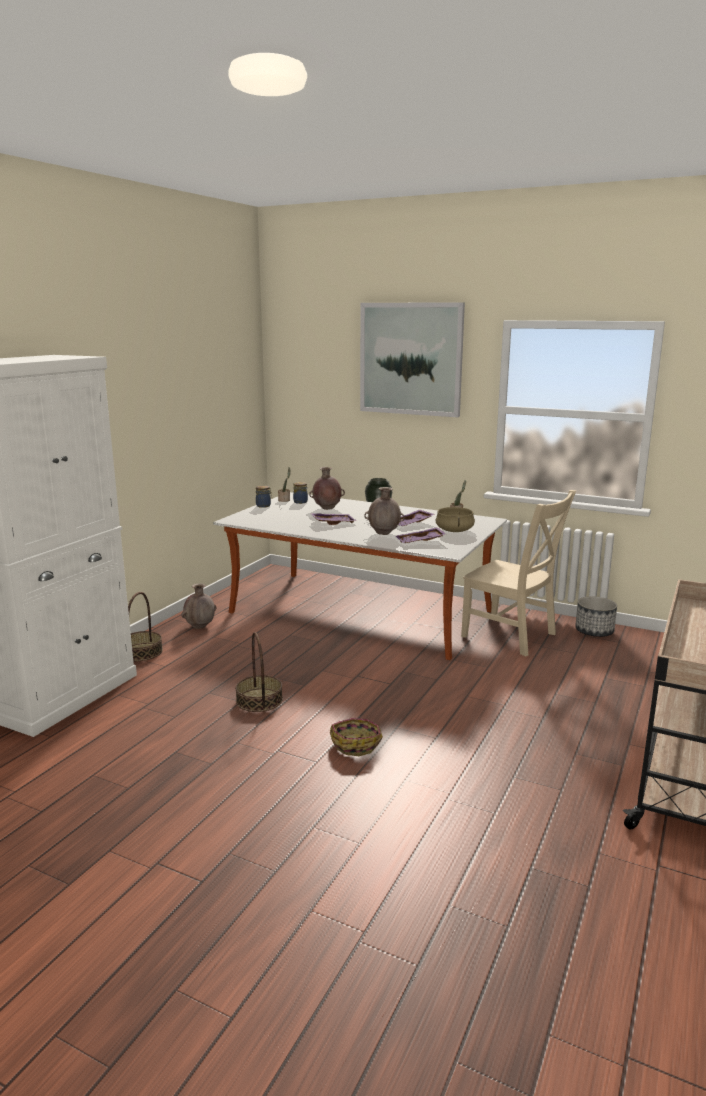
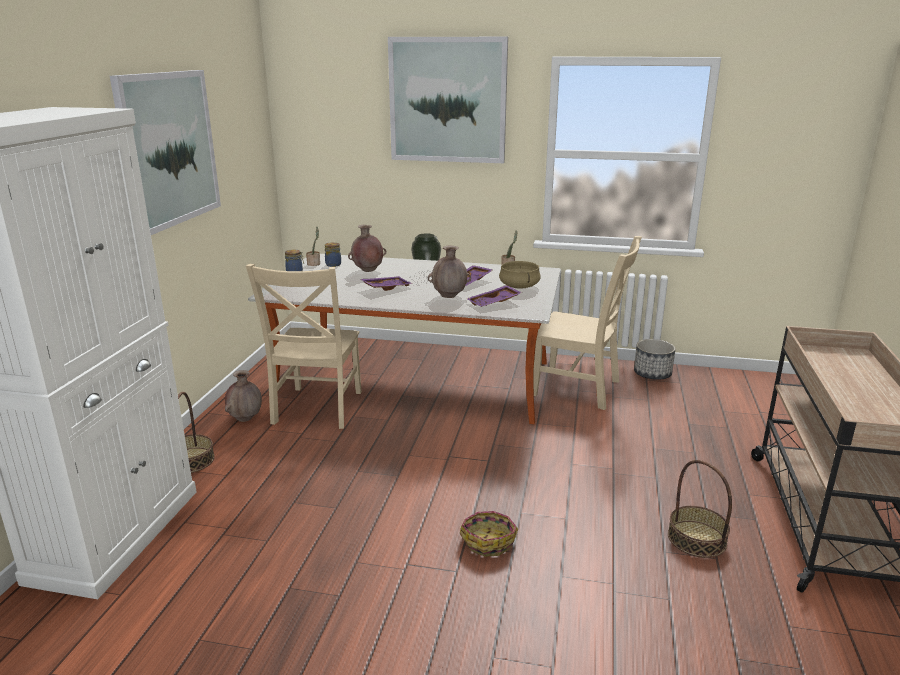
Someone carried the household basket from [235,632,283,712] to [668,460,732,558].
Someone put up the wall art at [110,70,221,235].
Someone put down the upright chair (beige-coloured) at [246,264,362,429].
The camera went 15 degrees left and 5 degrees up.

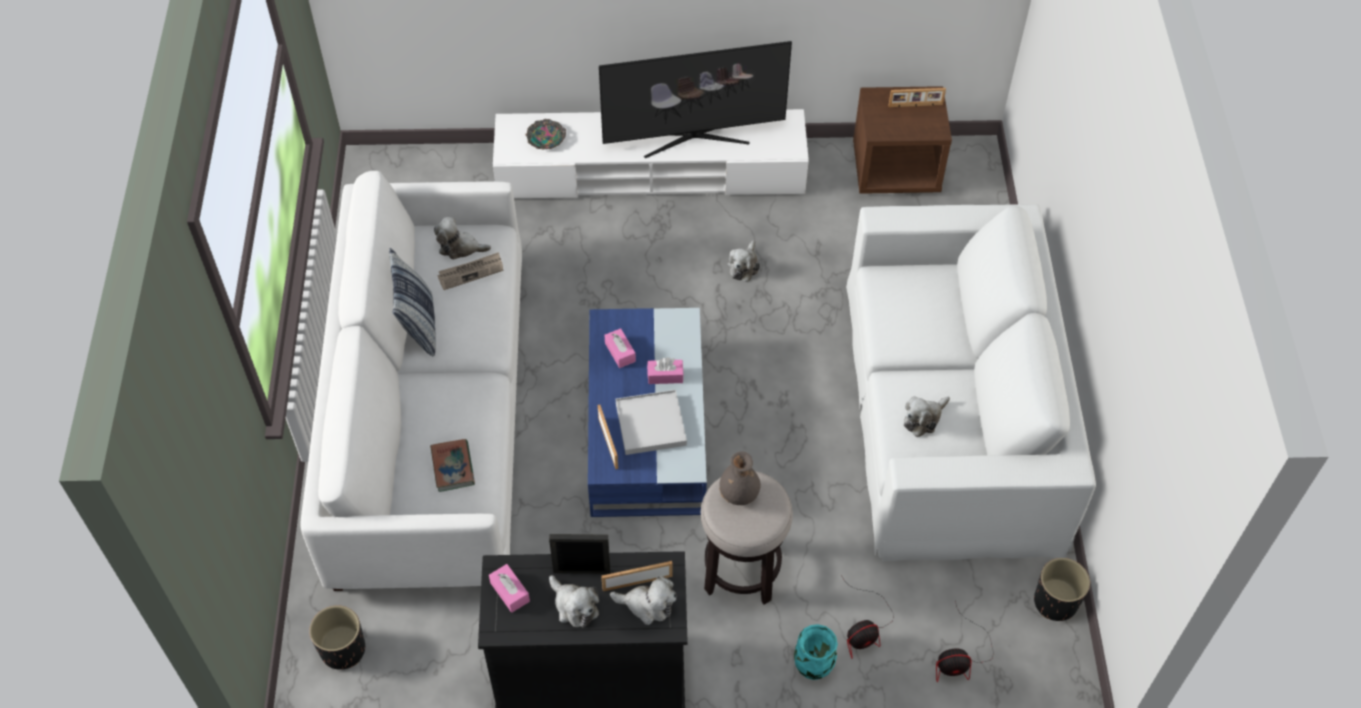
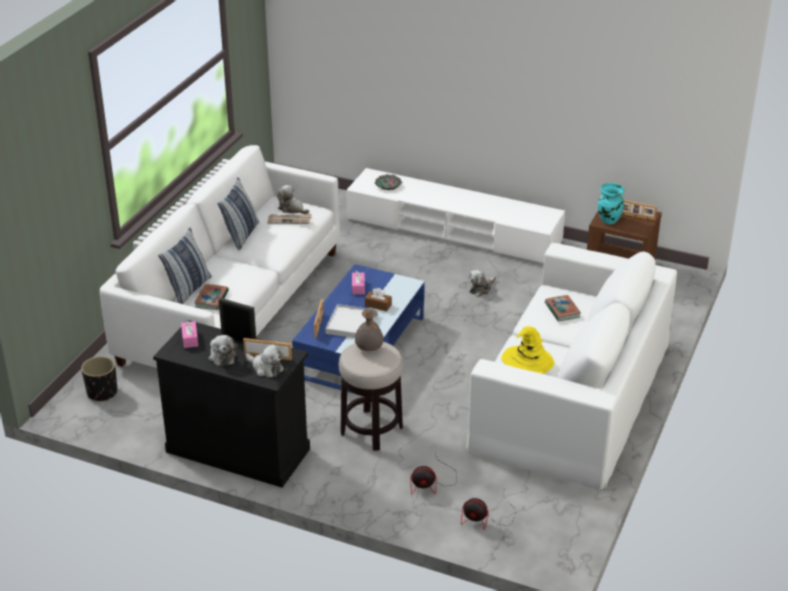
Someone took away the TV set at [599,41,792,158].
Someone repainted the tissue box (pink-coloured) at [647,357,684,384], which became the tissue box (brownish) at [365,288,392,311].
Someone swapped the plush toy at [904,396,950,437] for the hat (yellowish) at [501,326,555,374].
Someone took away the planter (black) at [1034,558,1090,621].
Someone carried the vase (blue-green) from [794,624,838,680] to [598,183,625,224].
Someone put down the throw pillow at [158,227,212,304].
Someone put down the book at [545,295,581,322].
The camera went 25 degrees right and 20 degrees down.

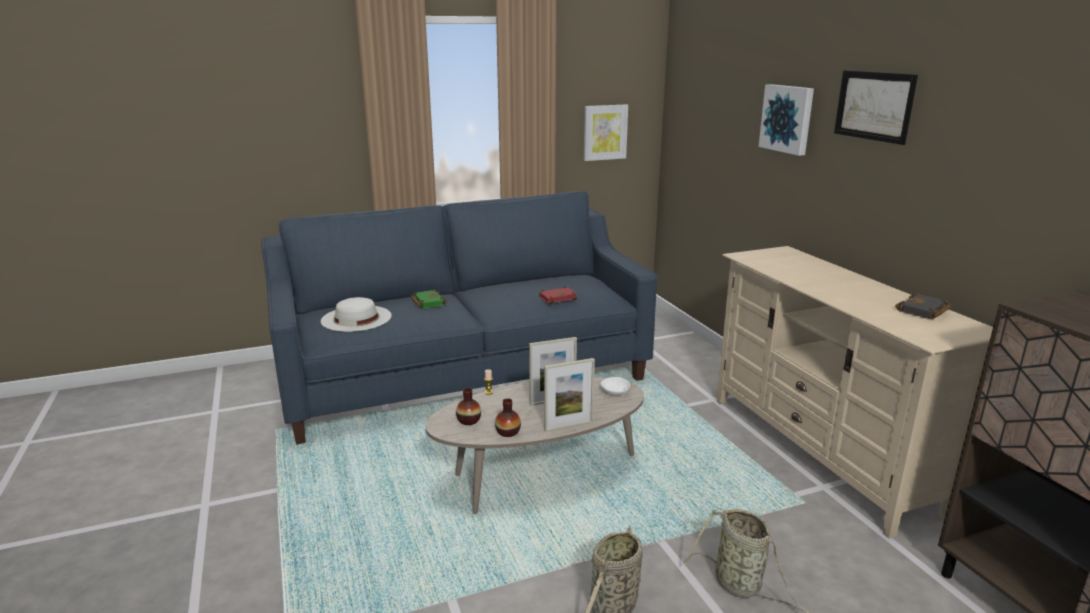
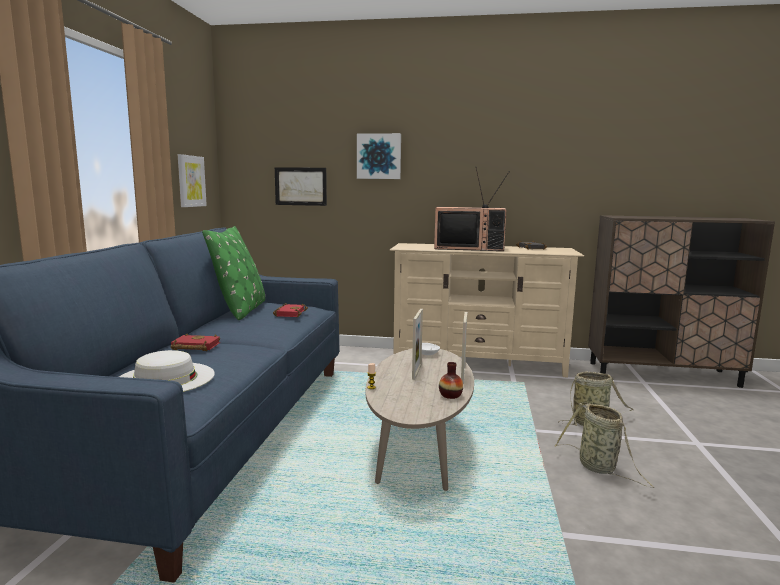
Someone carried the wall art from [834,70,918,145] to [275,167,327,206].
Someone repainted the book (green-coloured) at [410,289,447,309], which became the book (red-coloured) at [170,333,220,351].
Someone took away the vase at [456,388,481,425].
Someone put down the TV set at [434,168,509,251].
Someone put down the throw pillow (green-coloured) at [202,226,265,320].
The camera went 60 degrees left and 10 degrees down.

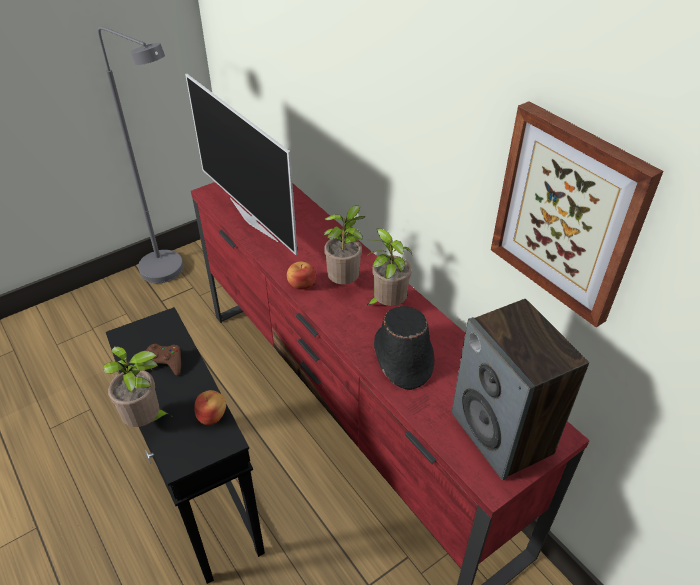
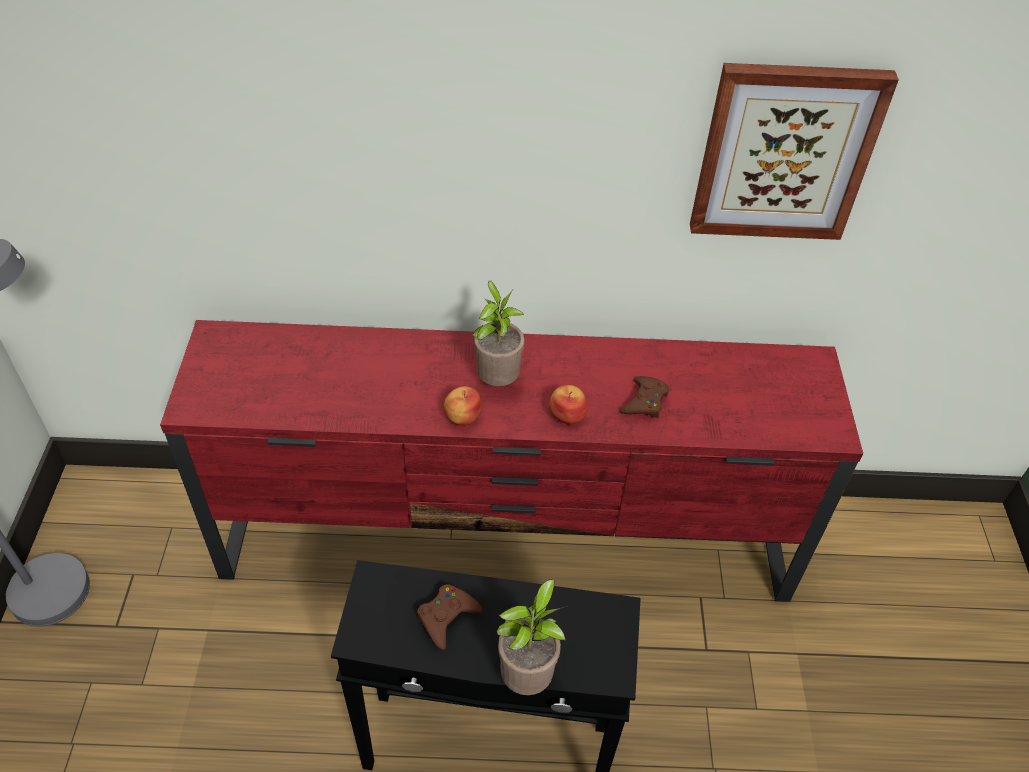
Someone took away the TV set at [185,74,298,255].
Someone took away the houseplant at [367,228,412,306].
Someone took away the audio speaker at [452,299,589,480].
Someone swapped the hat (black) at [374,306,435,390] for the gamepad (brownish) at [619,376,669,418].
Someone carried the whole apple from [194,390,226,425] to [549,385,588,425].
The camera went 55 degrees left and 5 degrees up.

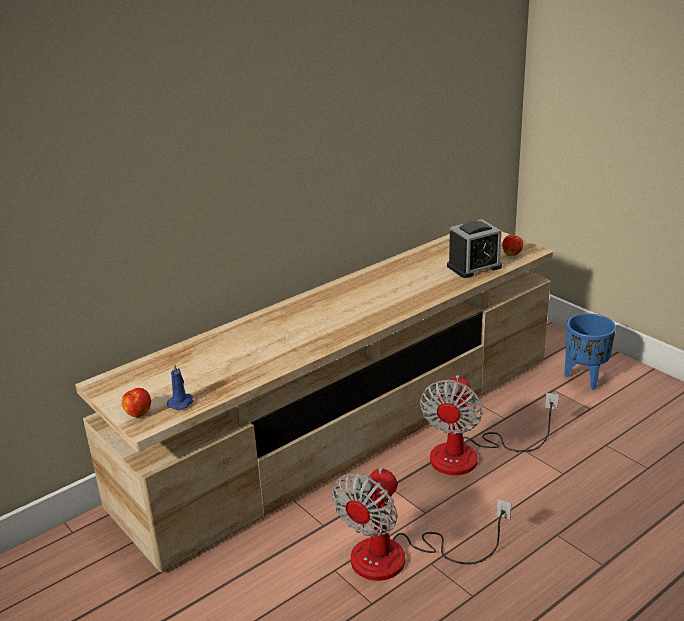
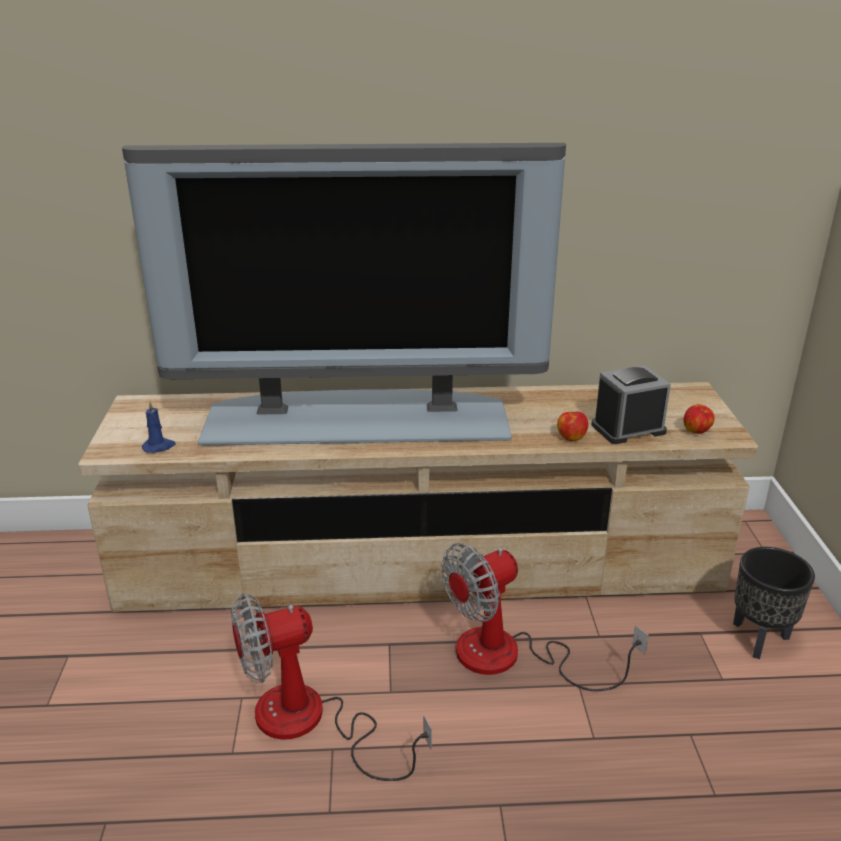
Someone rotated the bedside clock at [447,219,502,278] by 150 degrees clockwise.
Someone repainted the planter (bluish) at [564,313,616,390], which became the planter (black) at [733,547,815,659].
Someone carried the whole apple from [121,388,151,417] to [557,411,588,441].
Someone put down the TV set at [122,143,566,446].
The camera went 35 degrees right and 0 degrees up.

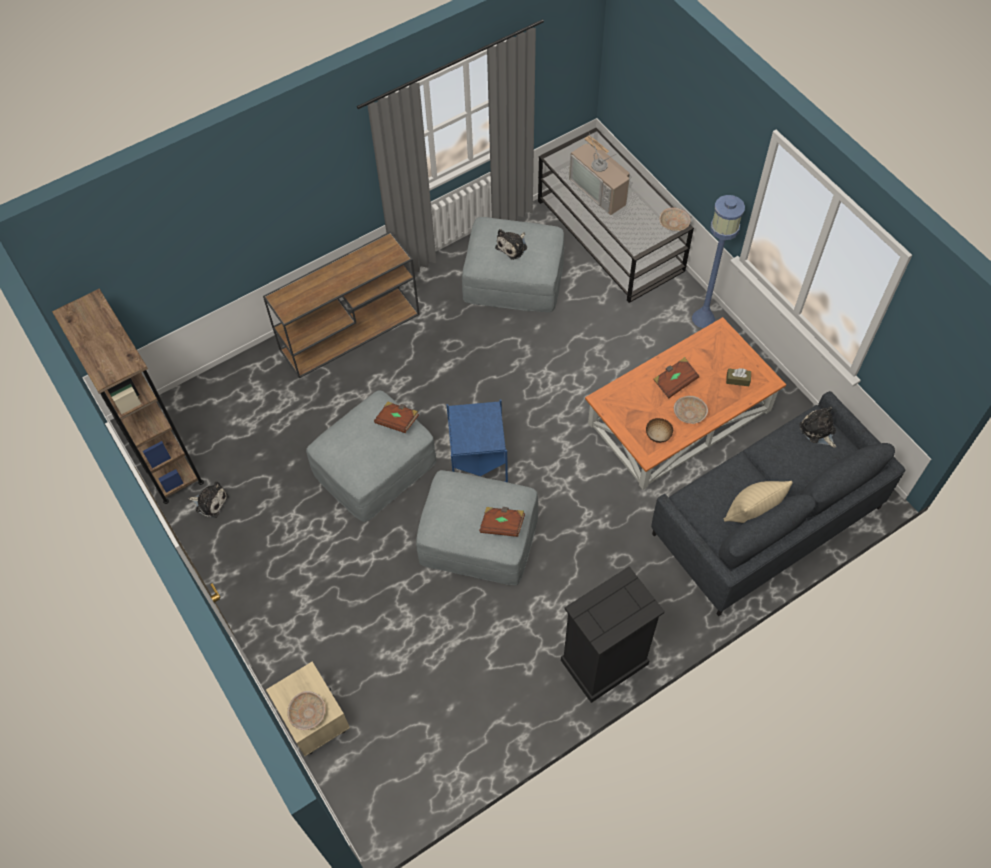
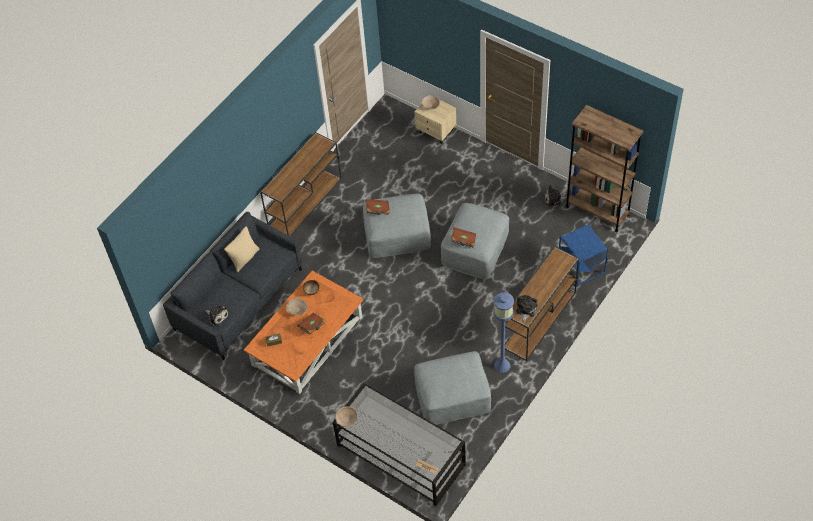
Someone took away the TV set at [569,130,630,215].
Someone carried the floor lamp (bluish) from [692,195,745,328] to [494,293,514,373].
Someone carried the plush toy from [495,229,527,260] to [516,295,537,322].
Someone carried the end table (bluish) from [446,399,508,482] to [559,223,609,286].
Someone swapped the chest of drawers (black) at [561,566,665,703] for the console table (brownish) at [260,132,342,237].
The camera went 160 degrees right and 5 degrees down.

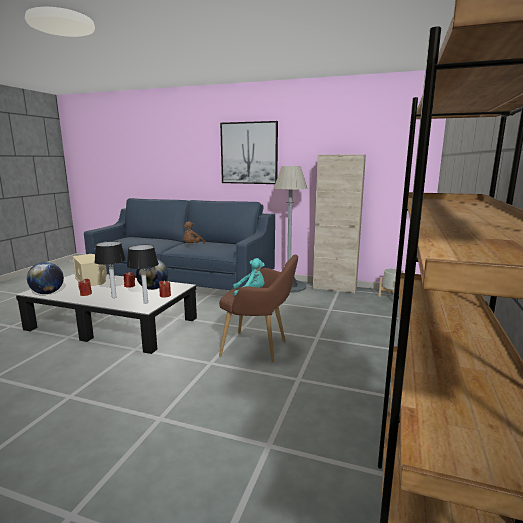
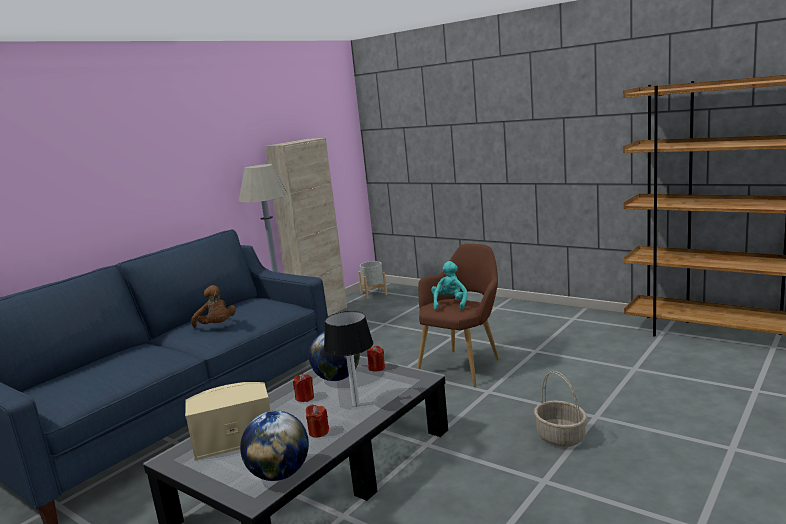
Someone took away the wall art at [220,121,278,184].
Someone took away the table lamp at [127,245,159,304].
Someone put down the household basket at [534,371,587,447].
The camera went 70 degrees left and 0 degrees up.

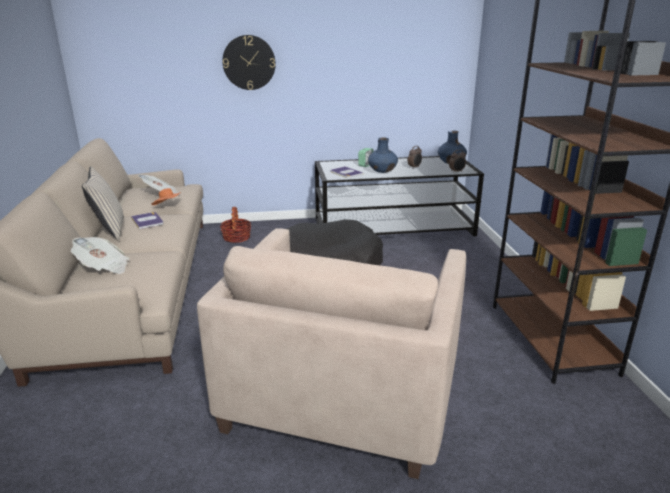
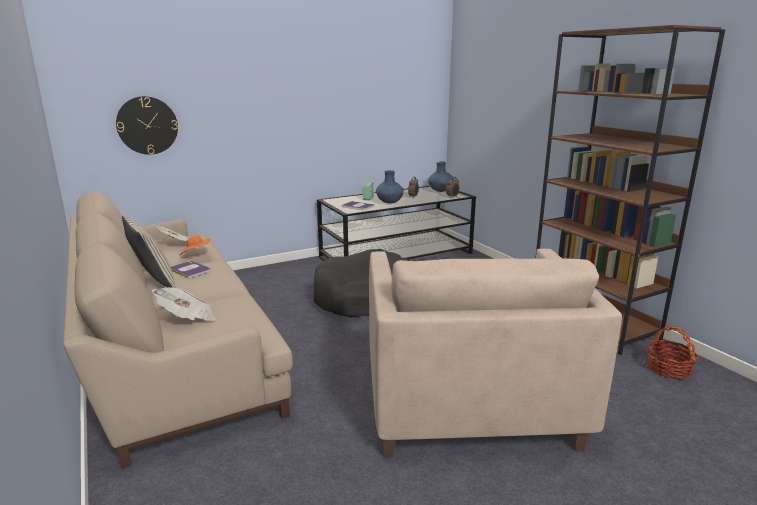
Someone carried the clock on the wall from [222,35,276,90] to [116,96,178,155].
Someone carried the household basket from [220,207,251,243] to [647,326,699,379].
The camera went 20 degrees left and 5 degrees down.

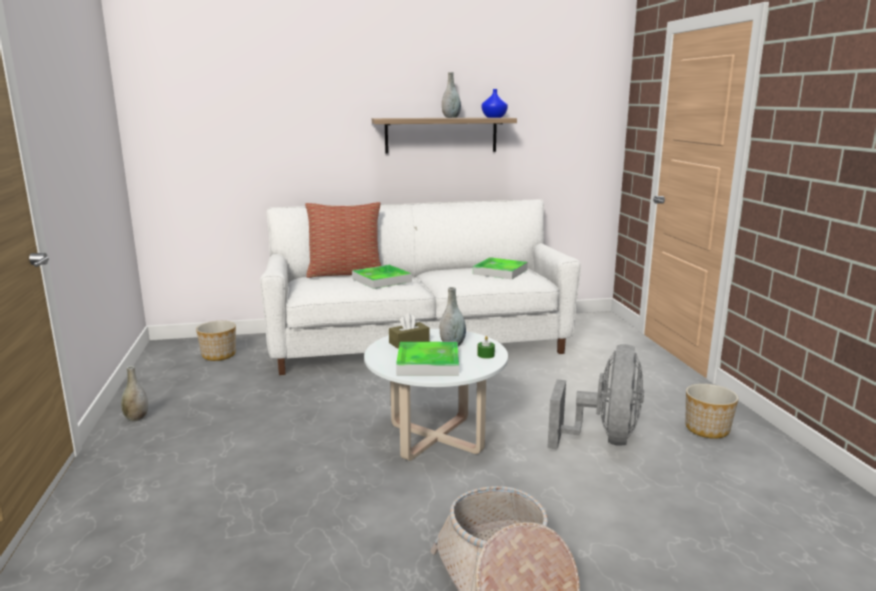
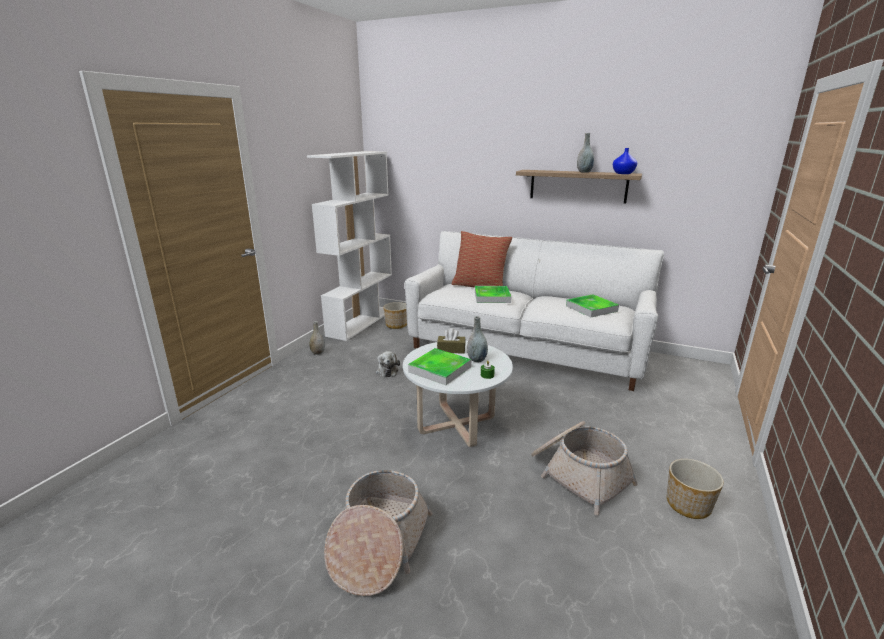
Someone swapped the fan (grey) at [547,344,644,449] for the household basket at [531,421,638,515].
Someone put down the bookshelf (whitish) at [307,151,392,341].
Someone put down the plush toy at [376,351,400,377].
The camera went 35 degrees right and 5 degrees up.

